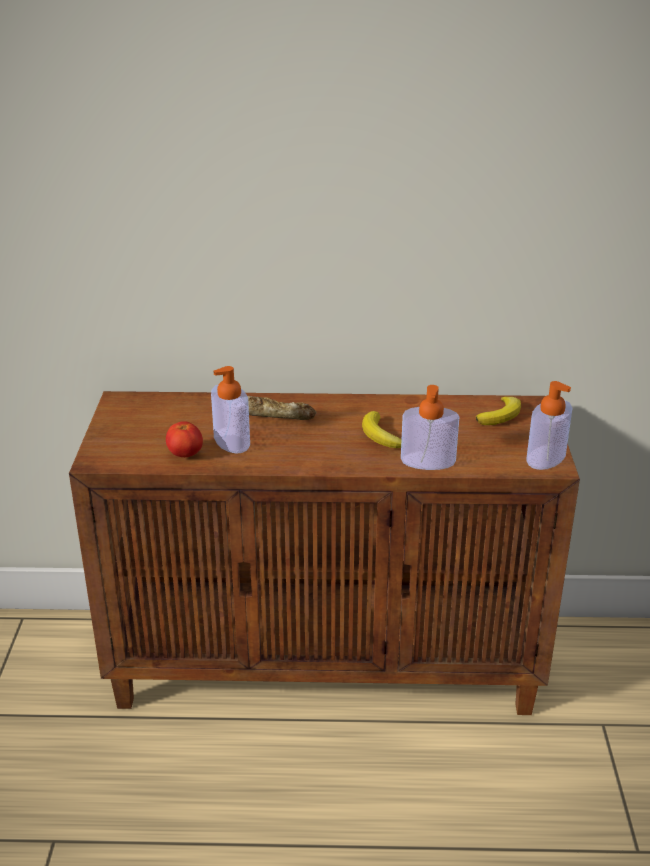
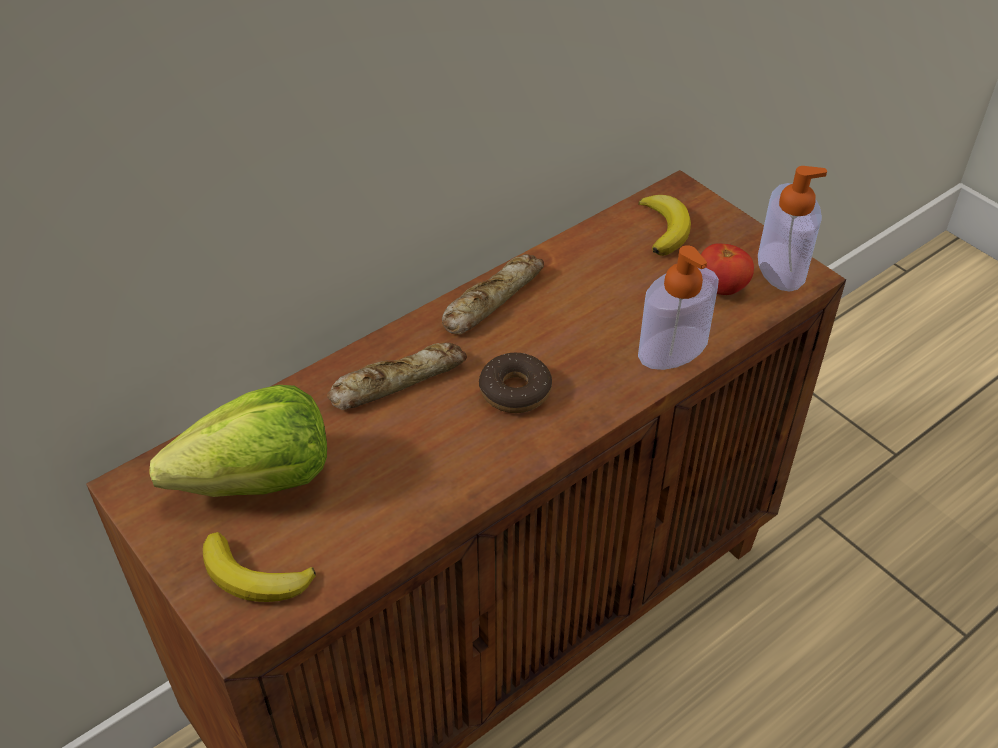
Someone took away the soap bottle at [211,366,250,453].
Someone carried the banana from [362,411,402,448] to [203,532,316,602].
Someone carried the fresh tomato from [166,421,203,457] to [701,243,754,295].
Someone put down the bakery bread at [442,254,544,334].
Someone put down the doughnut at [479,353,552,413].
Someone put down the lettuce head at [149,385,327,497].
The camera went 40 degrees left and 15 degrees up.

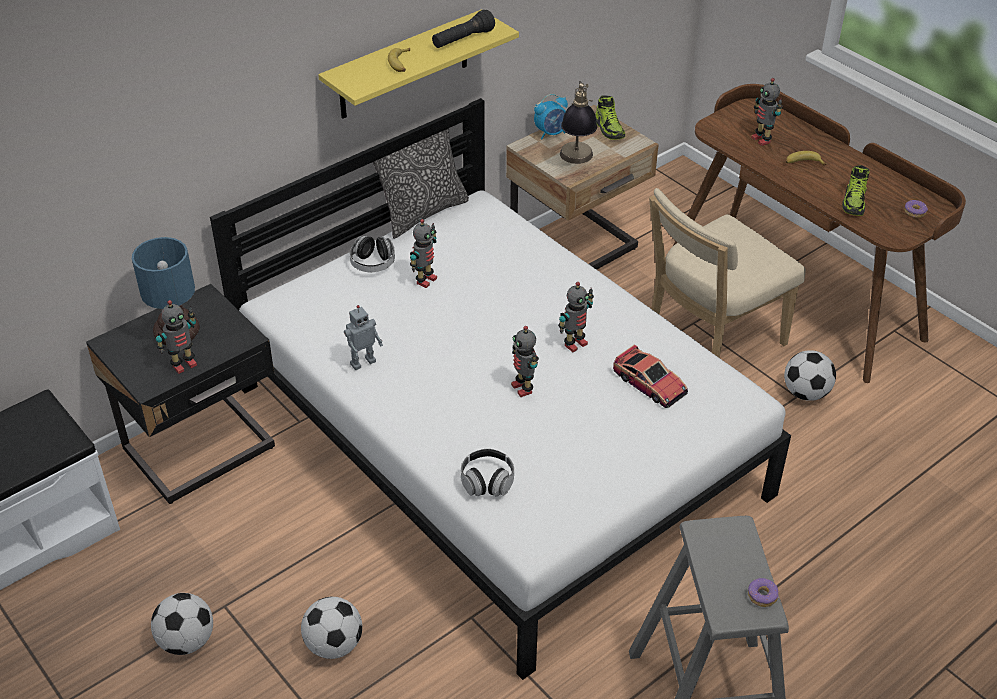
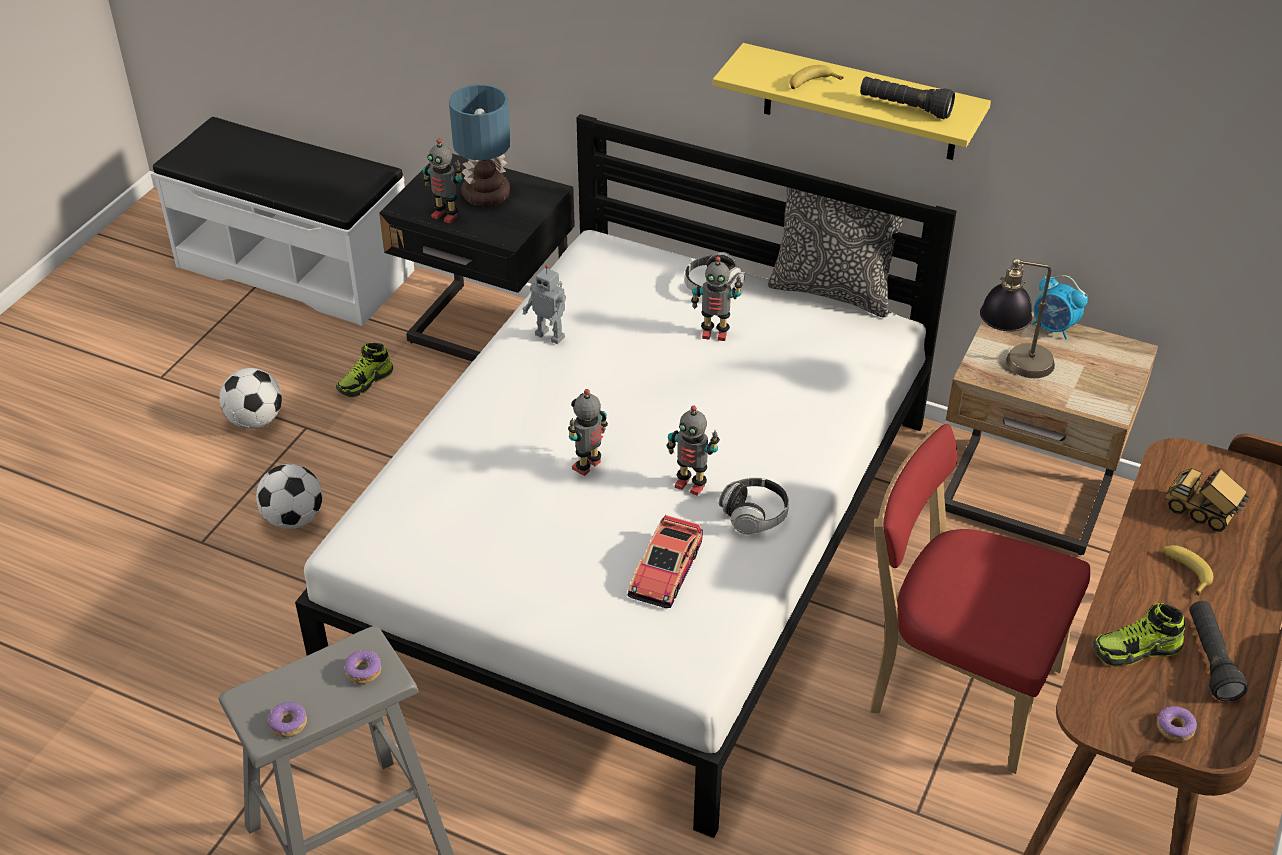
Someone swapped the model robot at [751,78,783,146] for the toy lorry at [1165,468,1250,532].
Someone carried the item of footwear from [595,95,625,140] to [336,343,393,398].
Someone repainted the upright chair (beige-coloured) at [649,188,806,358], which became the upright chair (red-coloured) at [870,424,1091,774].
Someone took away the football at [784,350,836,401].
Someone carried the pair of headphones from [461,449,514,496] to [719,477,789,534].
Someone put down the torch (black) at [1189,601,1248,701].
Someone put down the doughnut at [344,651,381,684].
The camera went 65 degrees right and 0 degrees up.

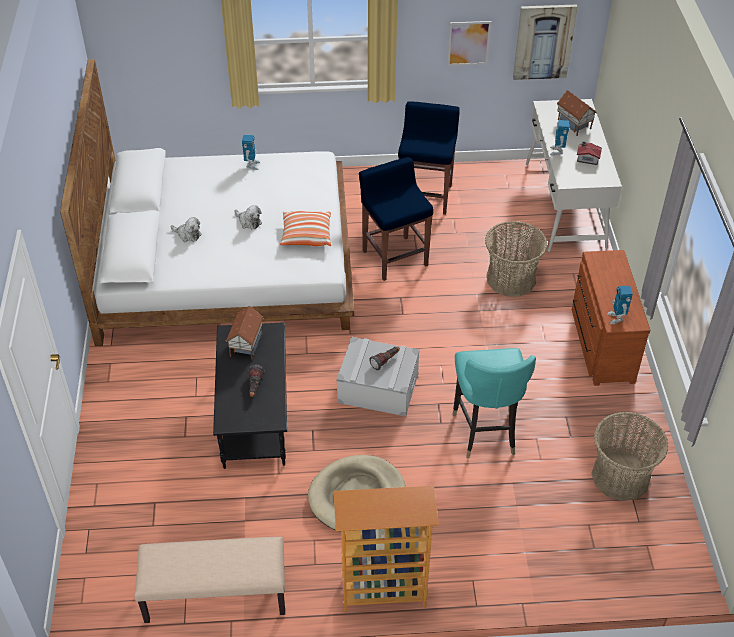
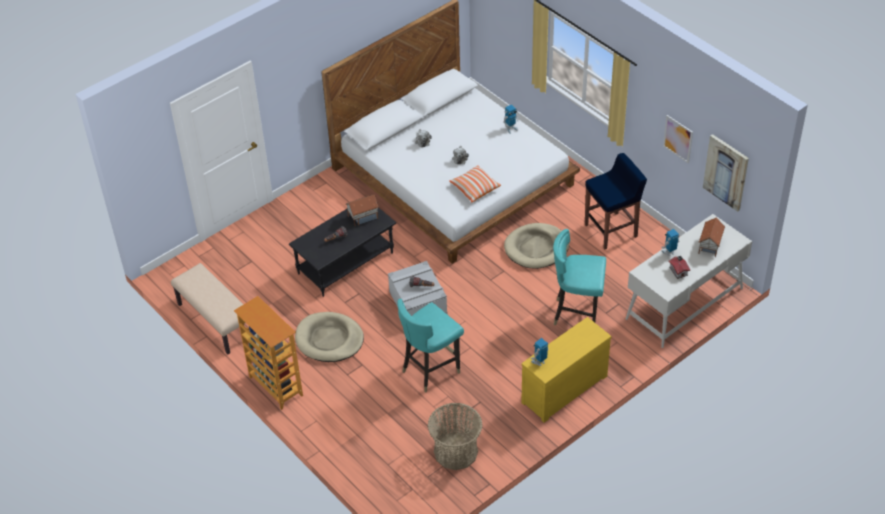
Someone swapped the stool seat (bluish) at [359,157,433,281] for the dog bed (beige-coloured) at [504,223,569,269].
Someone swapped the household basket at [485,221,548,296] for the upright chair (blue-green) at [553,229,606,325].
Someone repainted the chest of drawers (brownish) at [572,250,650,386], which became the chest of drawers (yellowish) at [521,317,611,423].
The camera went 55 degrees right and 0 degrees up.

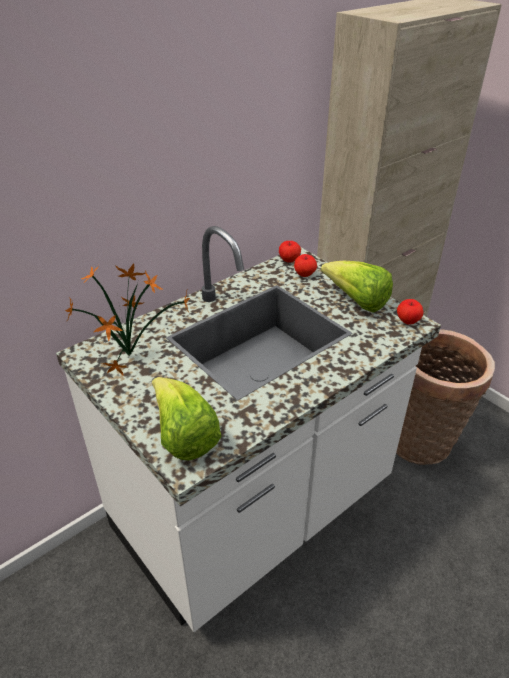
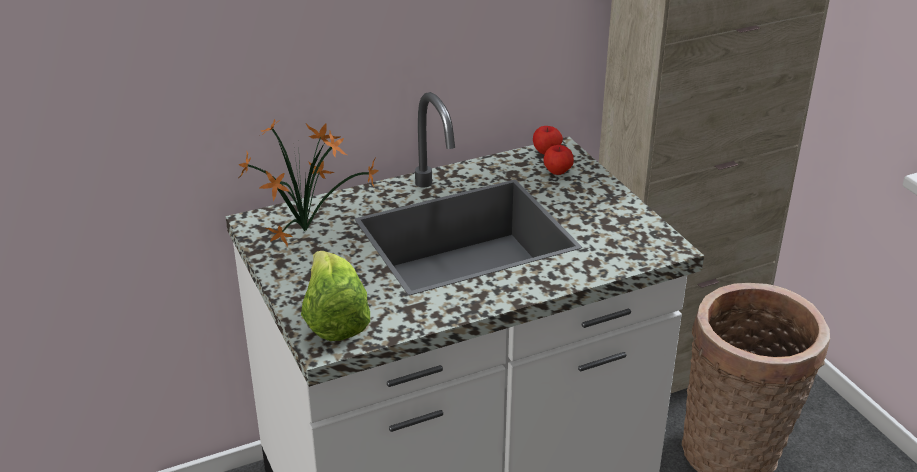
Someone took away the lettuce head at [321,261,393,313].
Someone took away the whole apple at [397,299,424,325].
The camera went 15 degrees right and 5 degrees down.

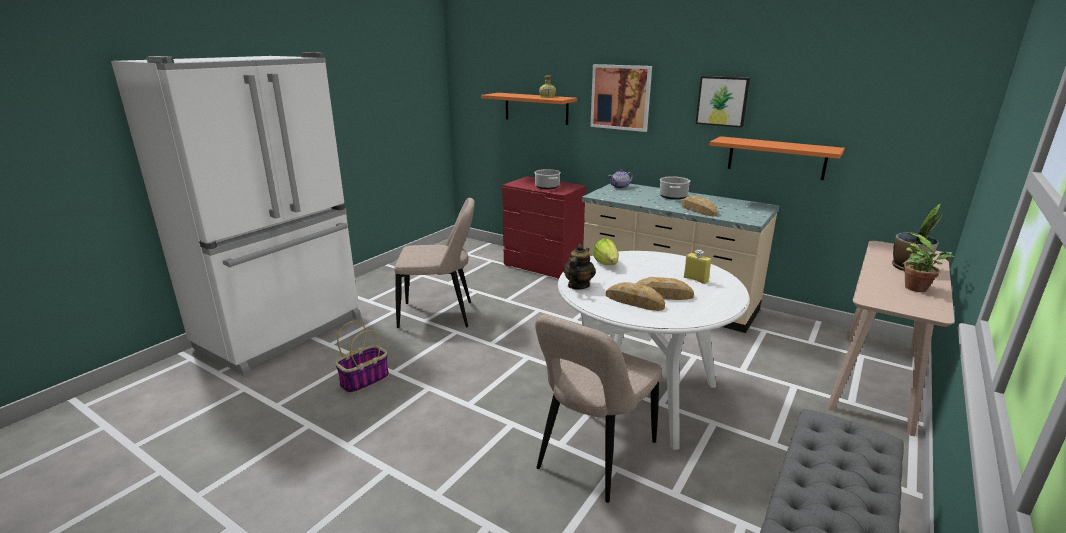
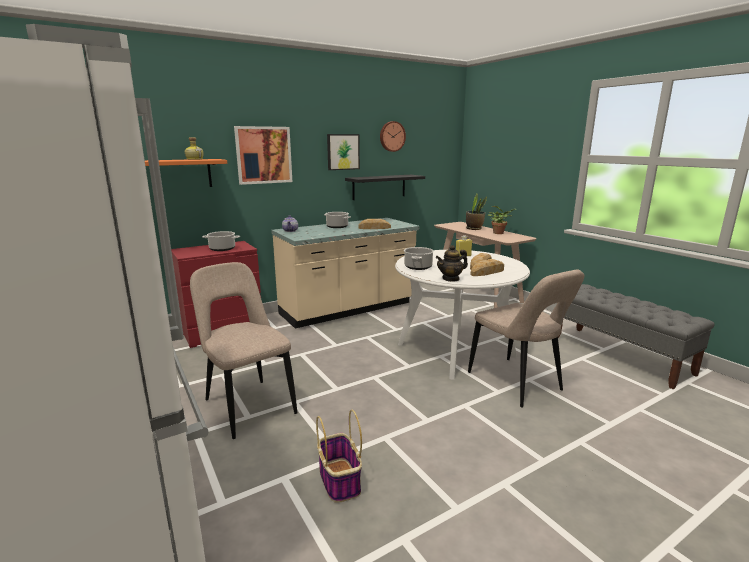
Someone repainted the bracket shelf (orange) at [709,136,845,180], which became the bracket shelf (black) at [345,175,425,200].
Someone rotated the upright chair (beige-coloured) at [394,198,475,328] by 60 degrees counterclockwise.
Someone swapped the lettuce head at [593,238,619,265] for the stockpot at [404,247,434,270].
Someone rotated the tea pot at [563,244,596,289] by 75 degrees counterclockwise.
Someone put up the clock on the wall at [380,121,406,152].
The camera went 65 degrees left and 5 degrees down.

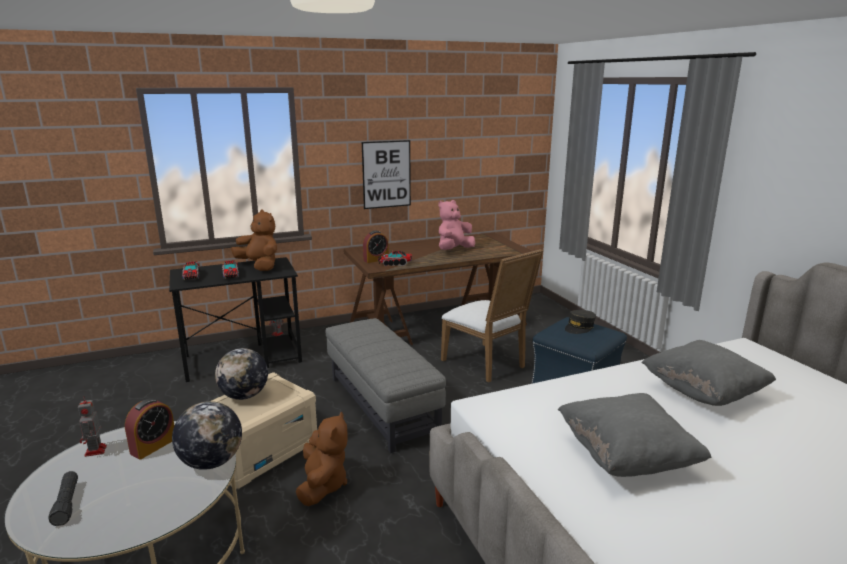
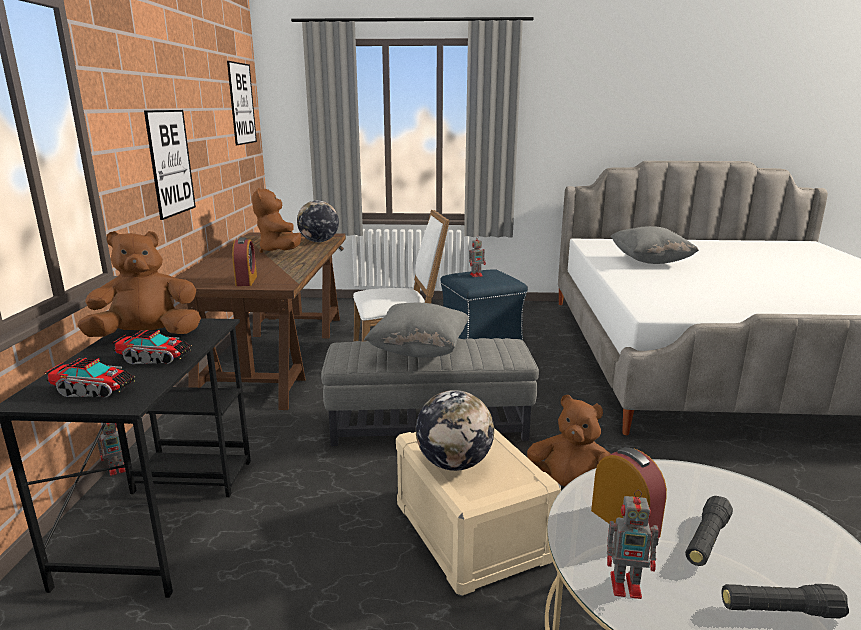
Someone repainted the plush toy (pink-coloured) at [438,200,475,250], which became the plush toy (brownish) at [252,188,301,253].
Someone took away the toy lorry at [377,251,412,266].
Someone swapped the peaked cap (grey) at [565,310,596,334] for the model robot at [469,236,486,277].
Someone carried the throw pillow (grey) from [558,393,711,477] to [364,303,469,358].
Someone carried the globe from [172,401,242,470] to [297,200,339,242].
Someone put up the wall art at [227,61,257,145].
Someone put down the torch (black) at [685,496,733,566].
The camera went 65 degrees left and 0 degrees up.

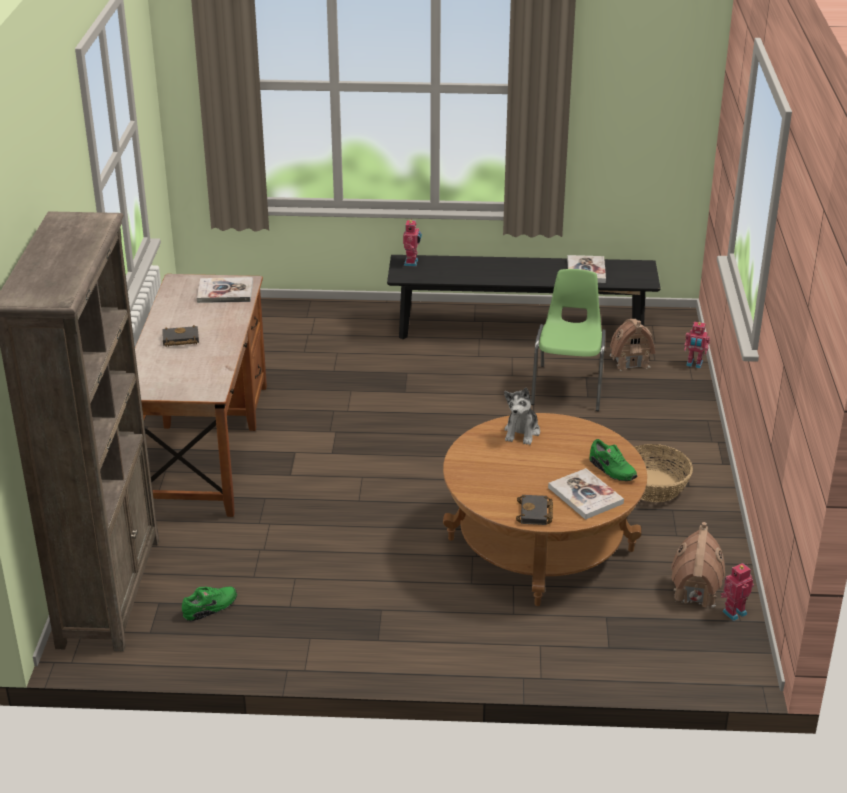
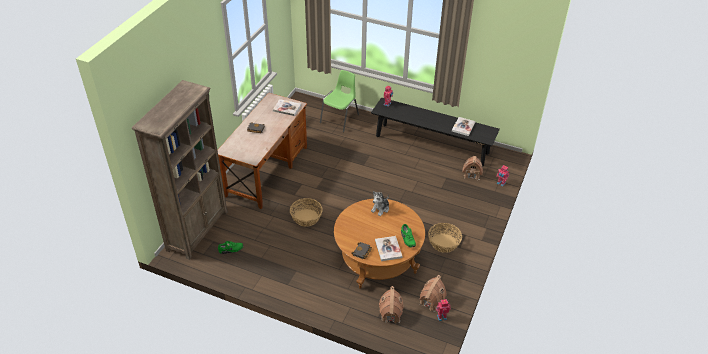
Someone carried the upright chair (green-coloured) from [531,269,606,411] to [320,70,359,132].
Someone put down the household basket at [290,198,323,227].
Someone put down the toy house at [379,286,404,323].
The camera went 20 degrees right and 10 degrees up.

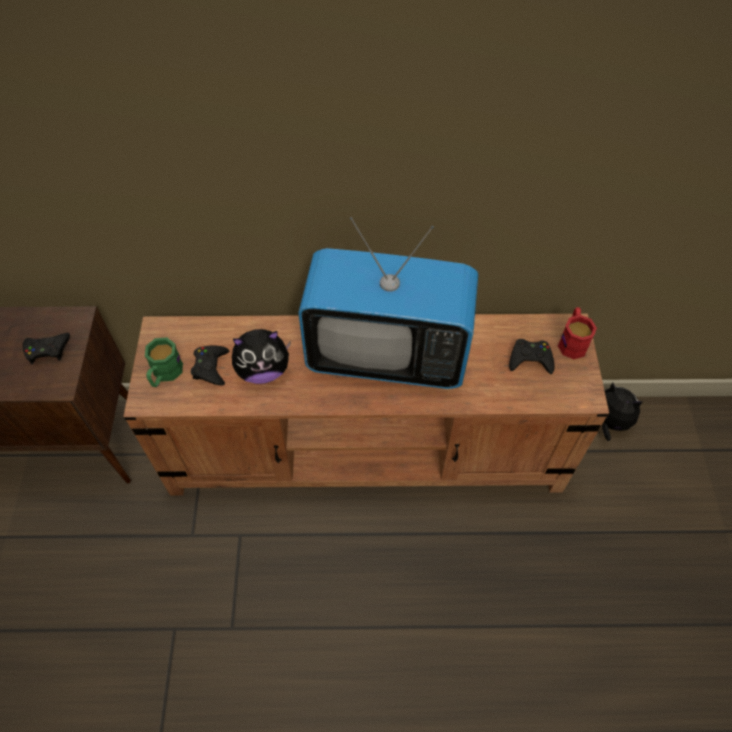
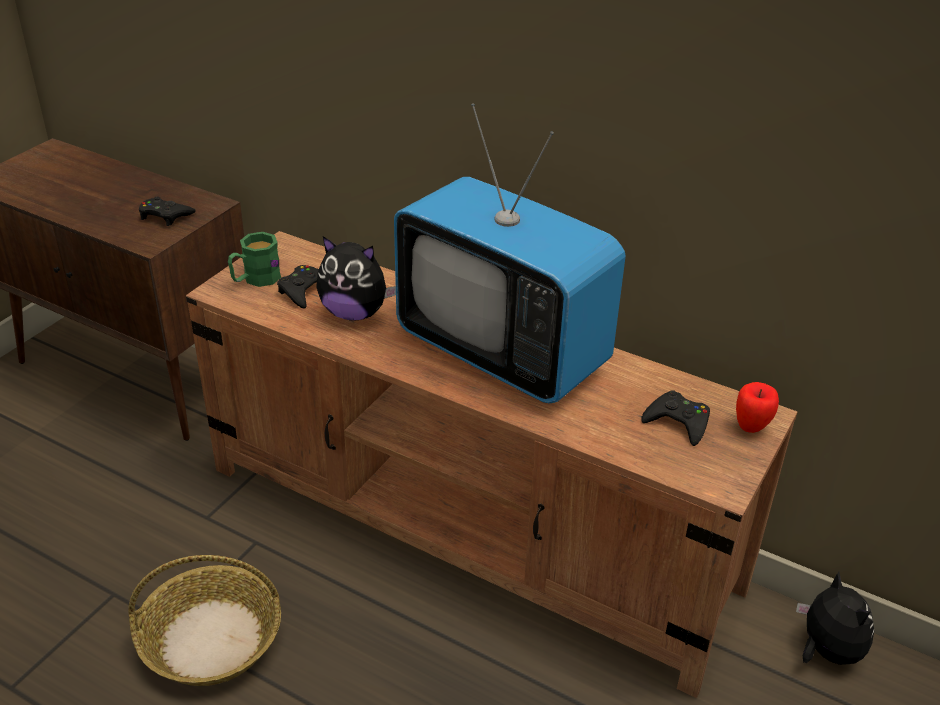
Someone swapped the mug (red-coloured) at [558,307,597,359] for the whole apple at [736,382,779,433].
Someone put down the household basket at [128,555,281,686].
The camera went 30 degrees right and 20 degrees down.

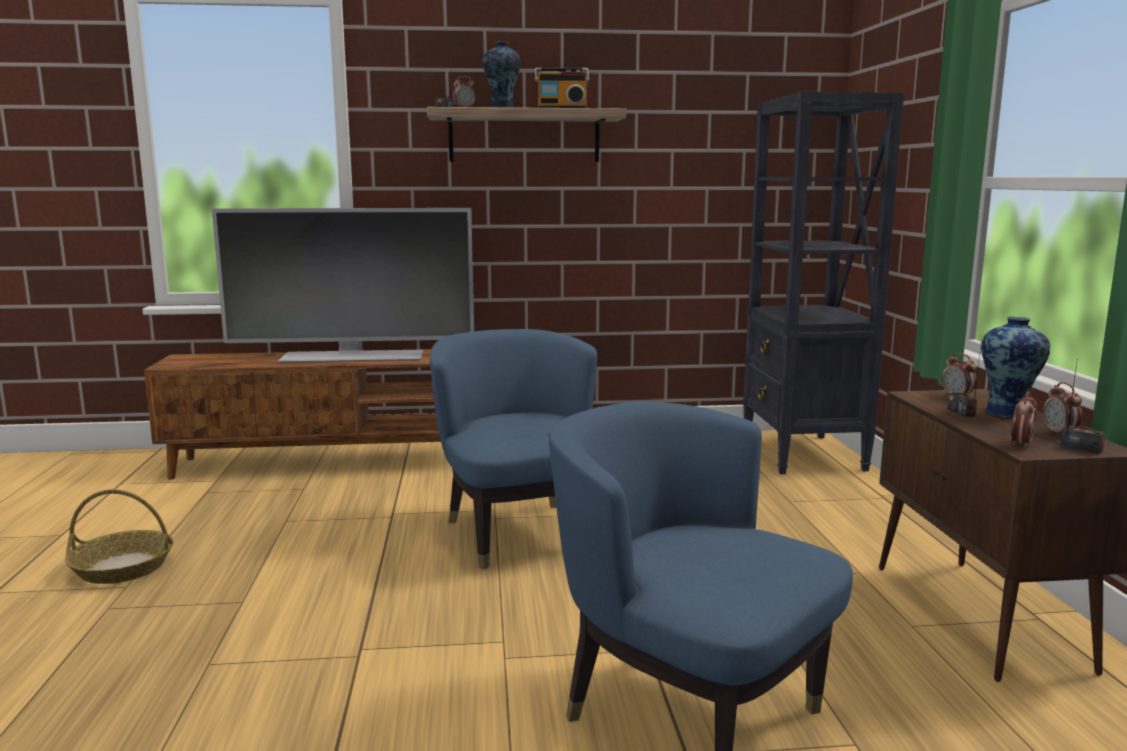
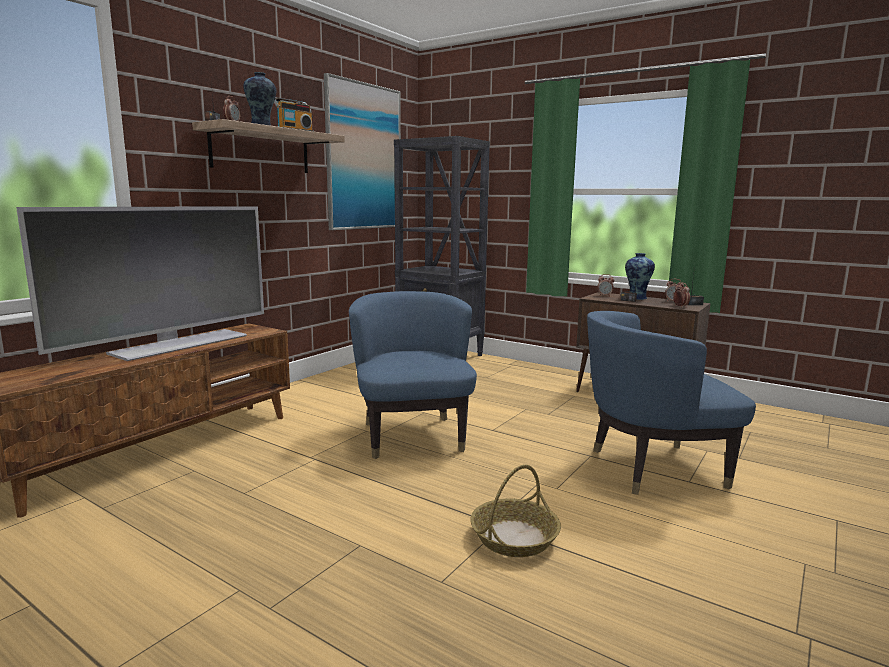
Someone rotated the easy chair (bluish) at [430,329,597,569] by 60 degrees clockwise.
Someone carried the household basket from [65,489,173,584] to [470,464,561,557].
Someone put up the wall art at [324,73,401,230].
The camera went 50 degrees left and 0 degrees up.

